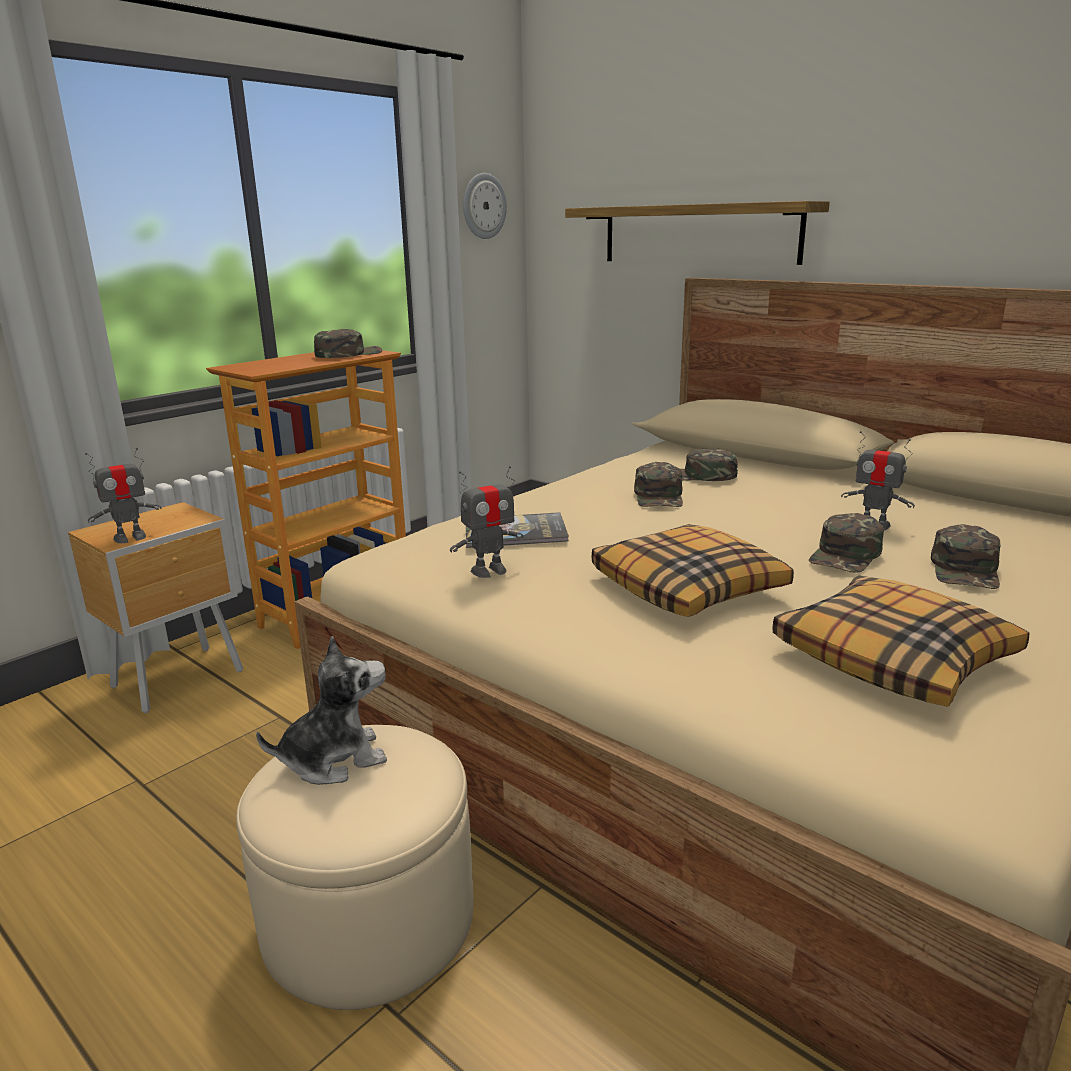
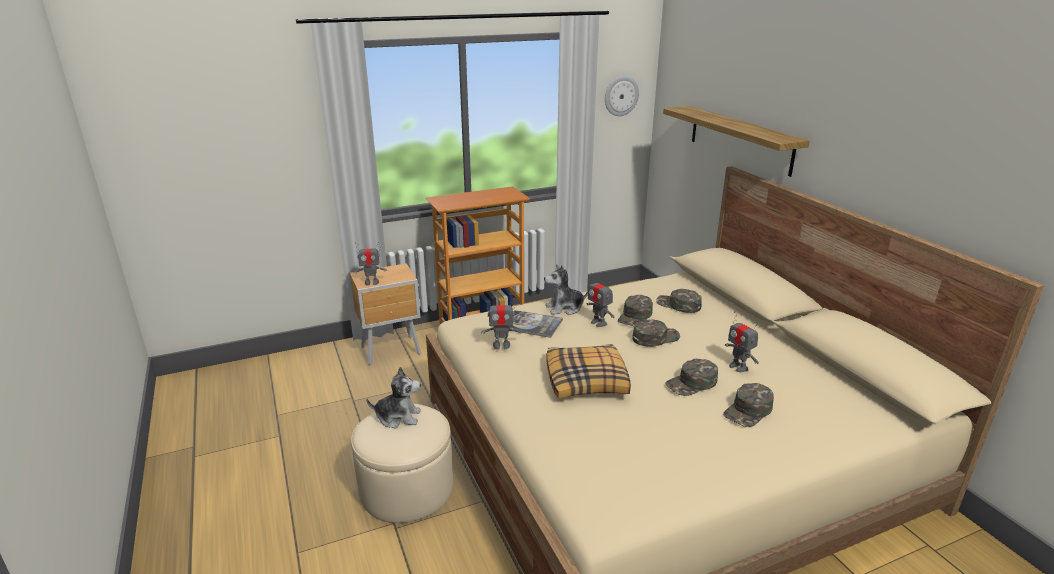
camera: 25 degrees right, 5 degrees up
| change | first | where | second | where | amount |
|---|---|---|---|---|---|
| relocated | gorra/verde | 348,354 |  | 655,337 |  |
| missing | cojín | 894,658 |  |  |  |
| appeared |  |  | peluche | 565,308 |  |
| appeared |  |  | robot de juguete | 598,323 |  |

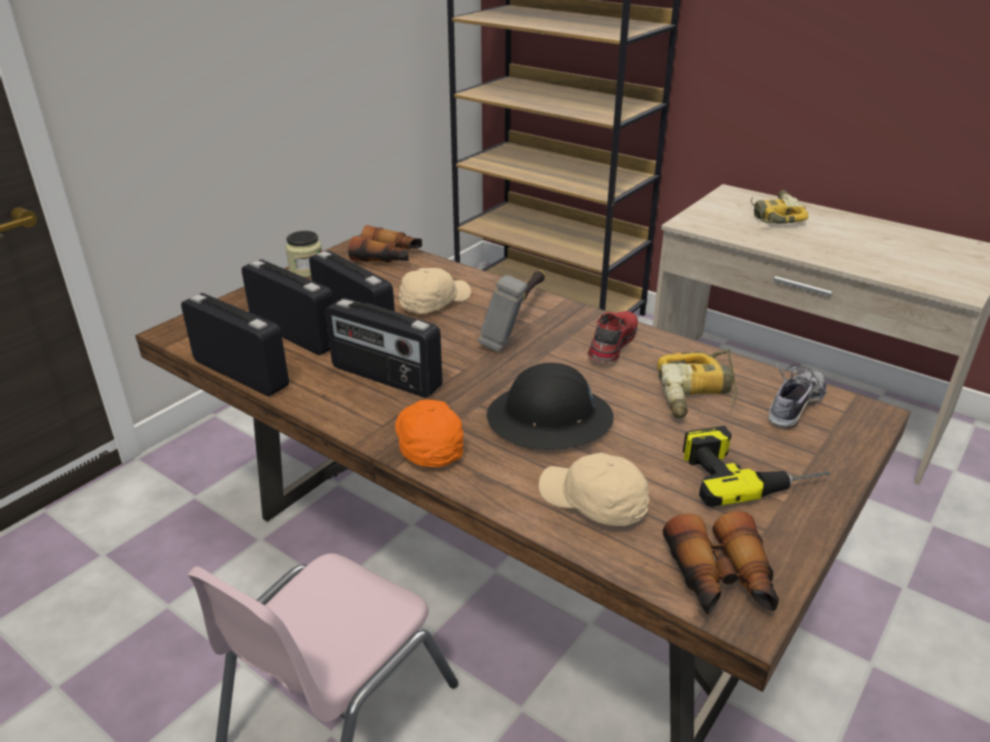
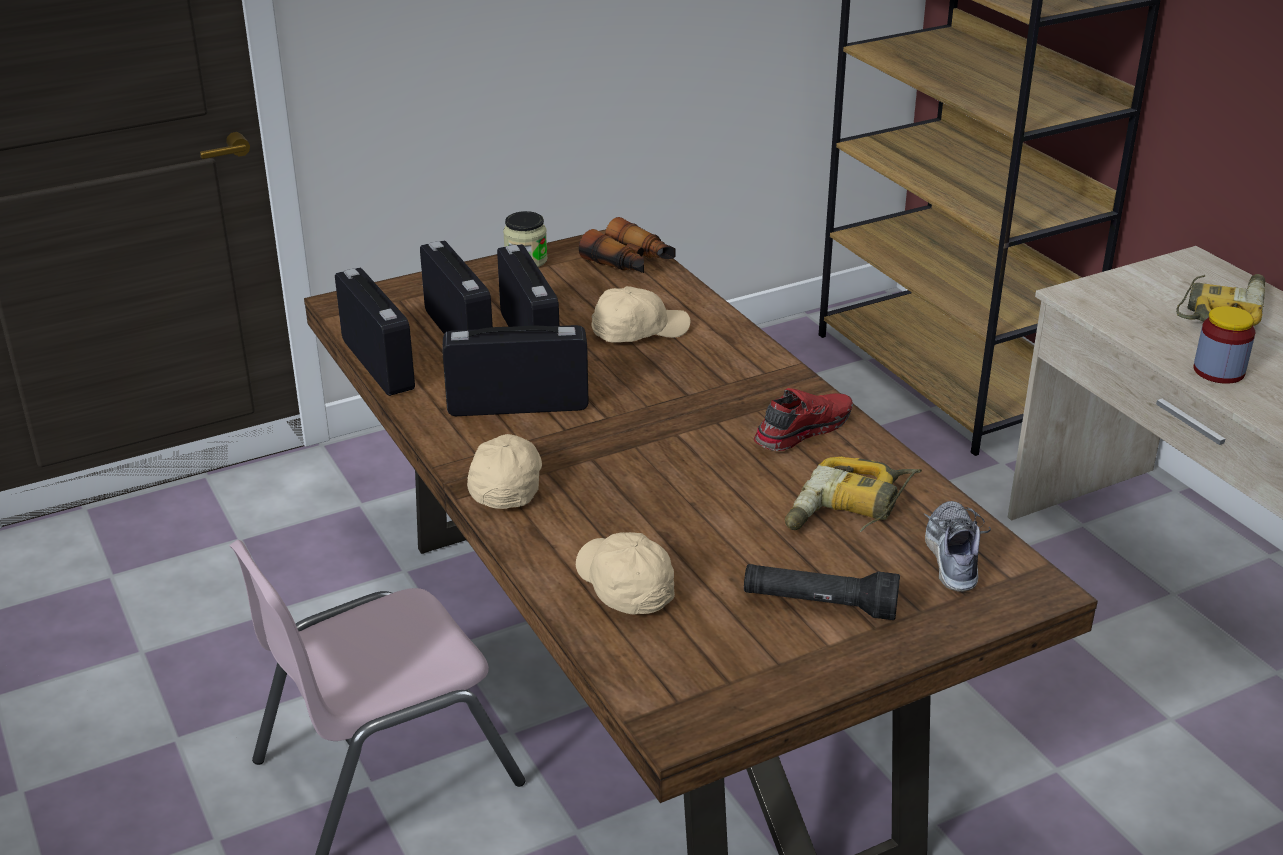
camera: 25 degrees right, 0 degrees up
| change | first | where | second | where | amount |
|---|---|---|---|---|---|
| missing | martillo | 517,322 |  |  |  |
| spun | radio | 385,377 |  | 518,405 | 120 degrees clockwise |
| missing | casco/negro | 549,420 |  |  |  |
| spun | zapato | 794,406 |  | 952,555 | 60 degrees counterclockwise |
| colour | gorra/naranja | 427,443 | gorra/beis | 507,484 |  |
| exchanged | taladro | 747,471 | linterna/negro | 819,605 |  |
| missing | prismáticos | 721,581 |  |  |  |
| appeared |  |  | tarro | 1218,371 |  |

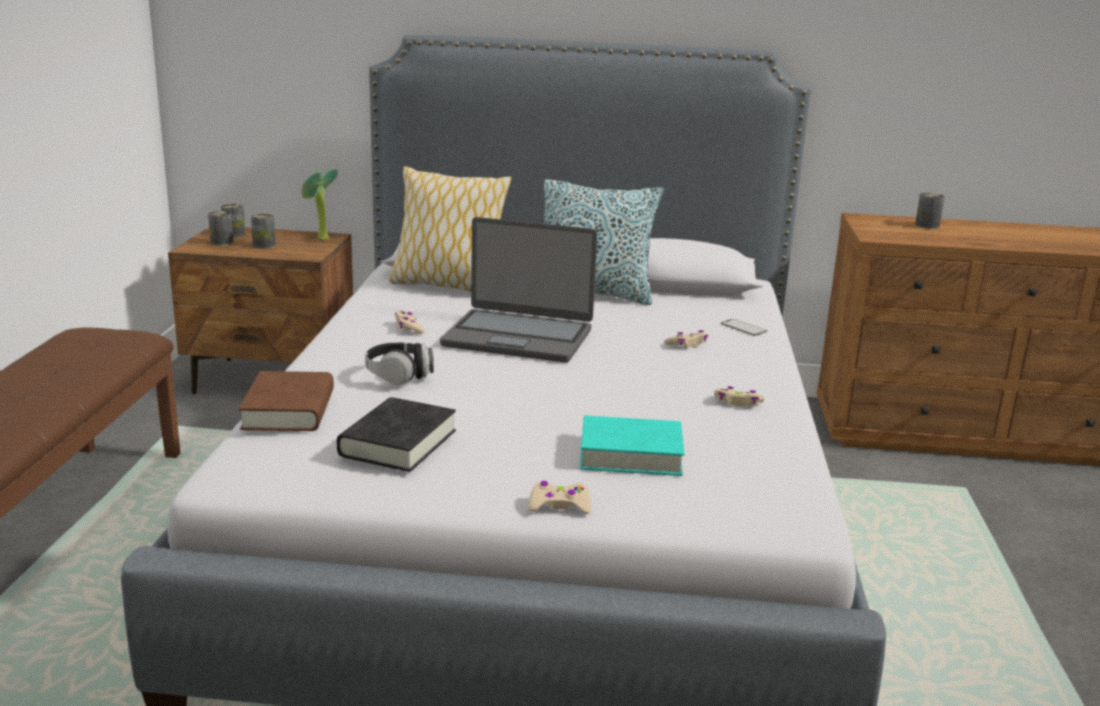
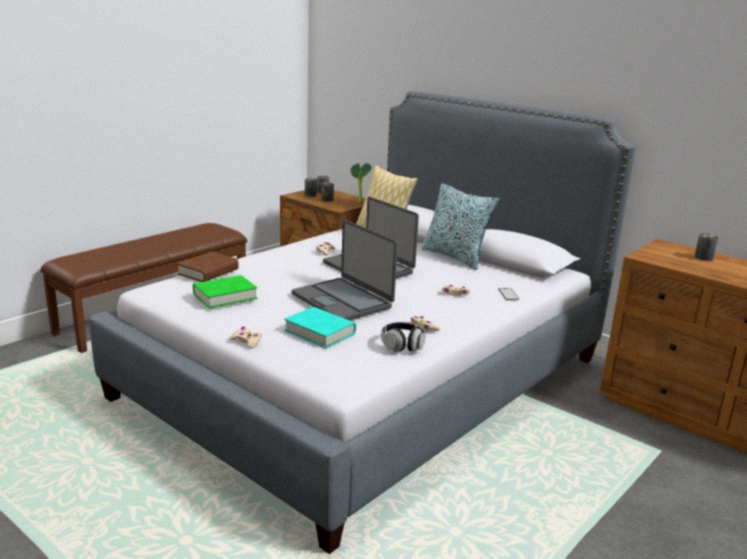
camera: 35 degrees right, 0 degrees up
| change | first | where | second | where | amount |
|---|---|---|---|---|---|
| relocated | auriculares | 399,375 |  | 402,345 |  |
| colour | libro/negro | 398,443 | libro/verde | 225,296 |  |
| appeared |  |  | portátil | 342,301 |  |

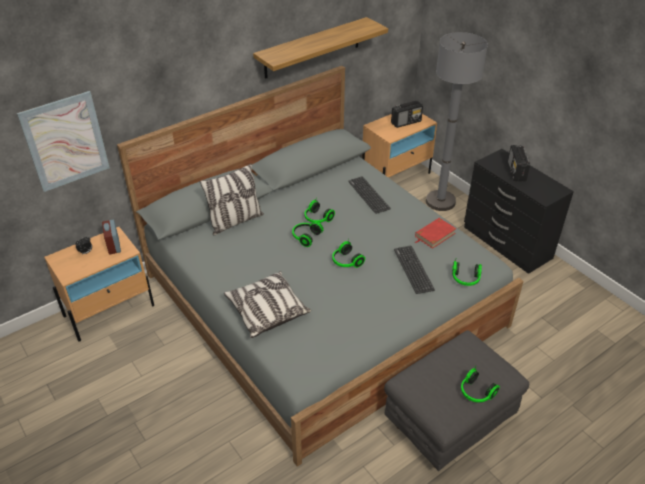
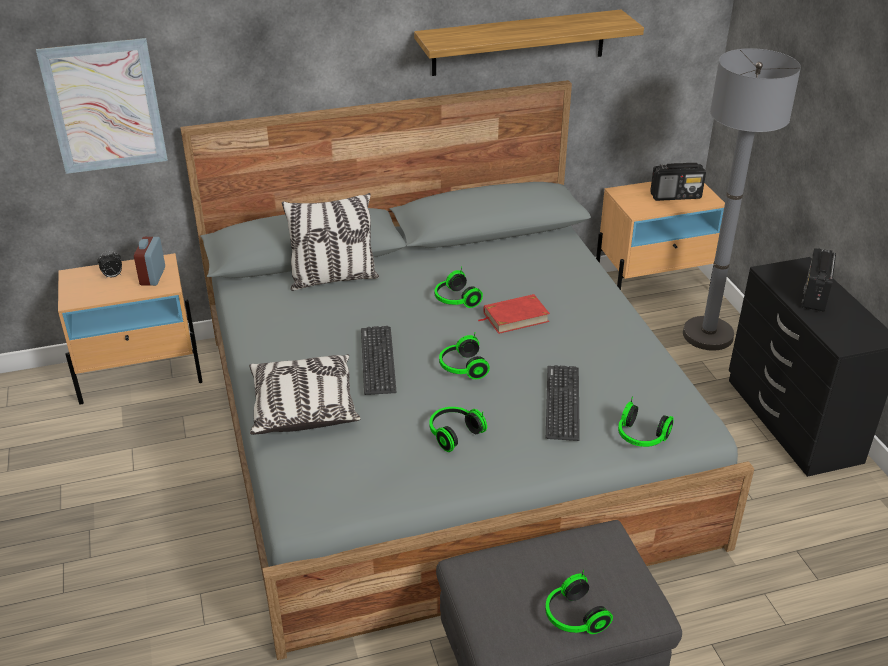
camera: 20 degrees right, 5 degrees down
| change | first | where | second | where | amount |
|---|---|---|---|---|---|
| relocated | teclado | 369,195 |  | 378,360 |  |
| relocated | libro/rojo | 434,235 |  | 515,317 |  |
| relocated | auriculares | 305,237 |  | 453,433 |  |

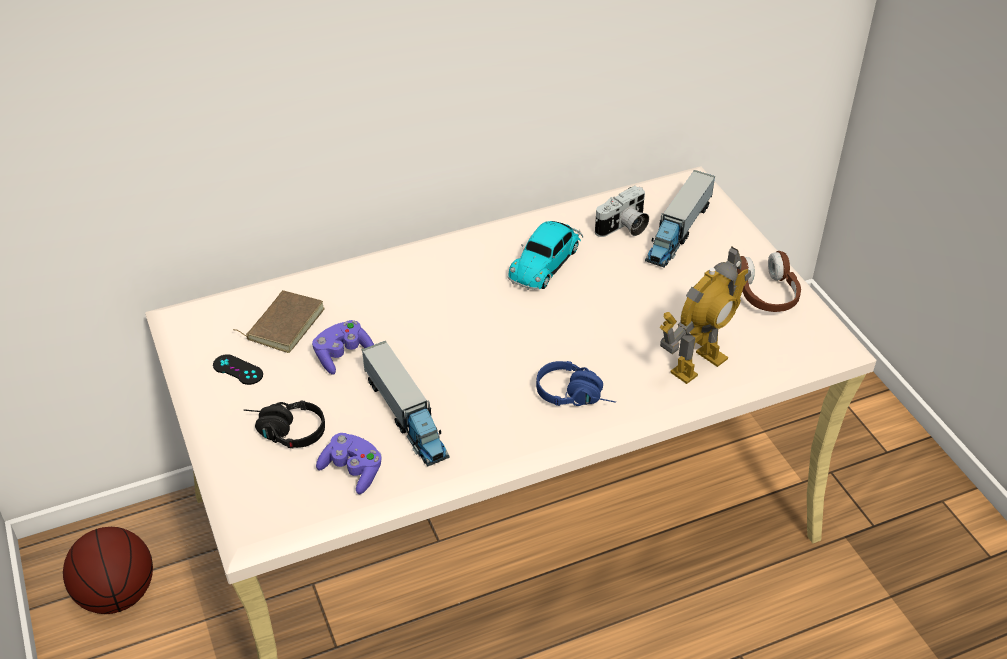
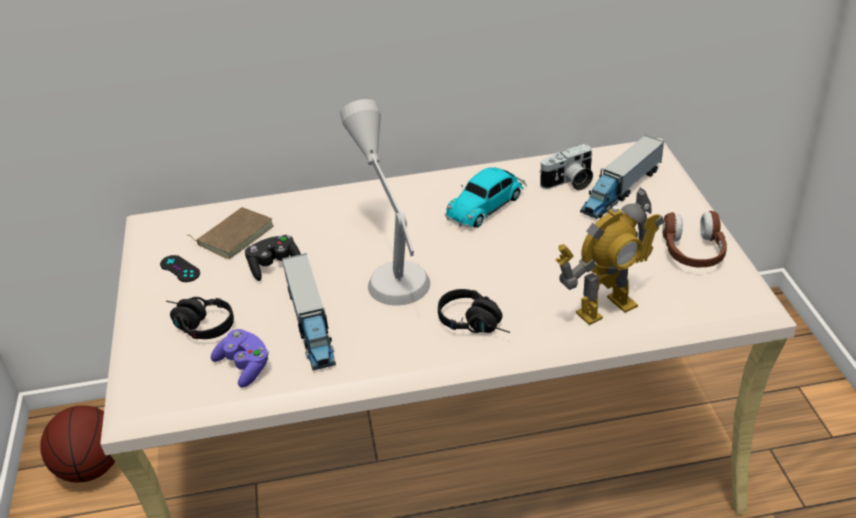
camera: 15 degrees right, 5 degrees down
| change | first | where | second | where | amount |
|---|---|---|---|---|---|
| colour | mando de consola/morado | 342,355 | mando de consola/negro | 274,266 |  |
| colour | auriculares/azul | 576,395 | auriculares/negro | 477,324 |  |
| appeared |  |  | lámpara de mesa/gris | 391,265 |  |

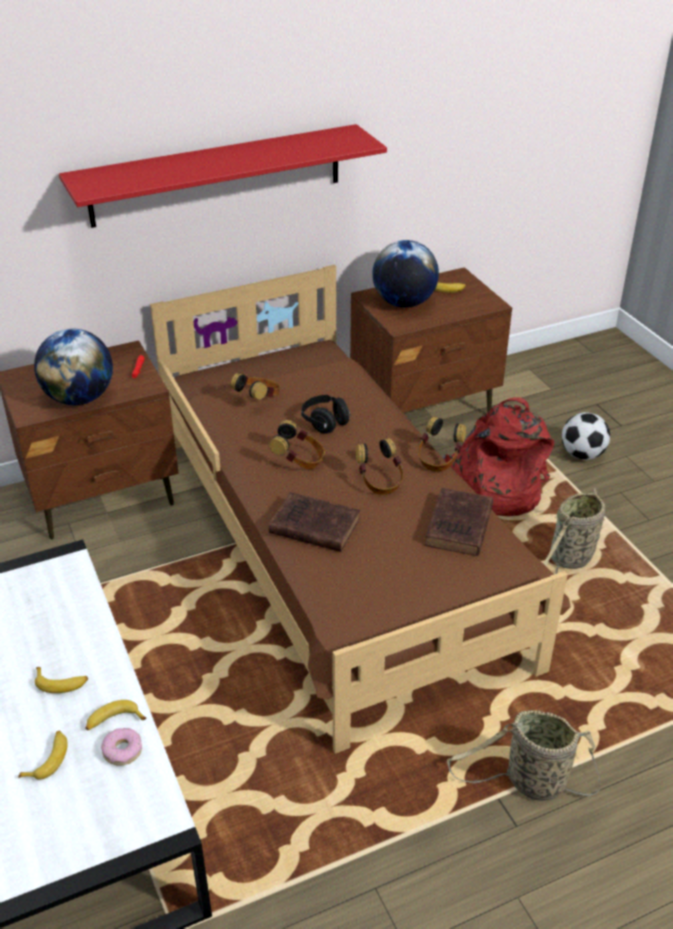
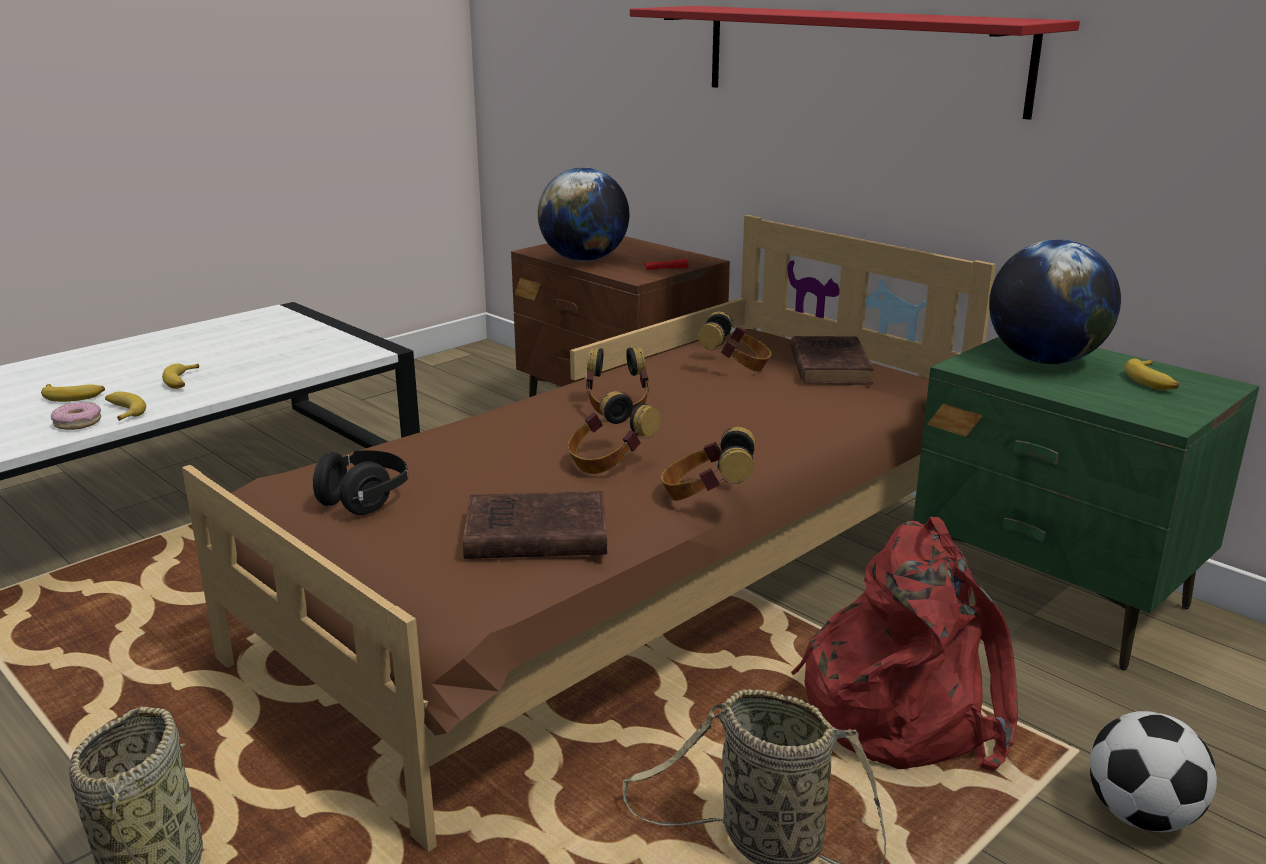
camera: 70 degrees right, 15 degrees down
| change | first | where | second | where | amount |
|---|---|---|---|---|---|
| colour | mesita de noche/marrón | 425,408 | mesita de noche/verde | 1053,597 |  |
| relocated | auriculares/negro | 325,422 |  | 364,500 |  |
| relocated | libro/marrón | 312,526 |  | 829,366 |  |

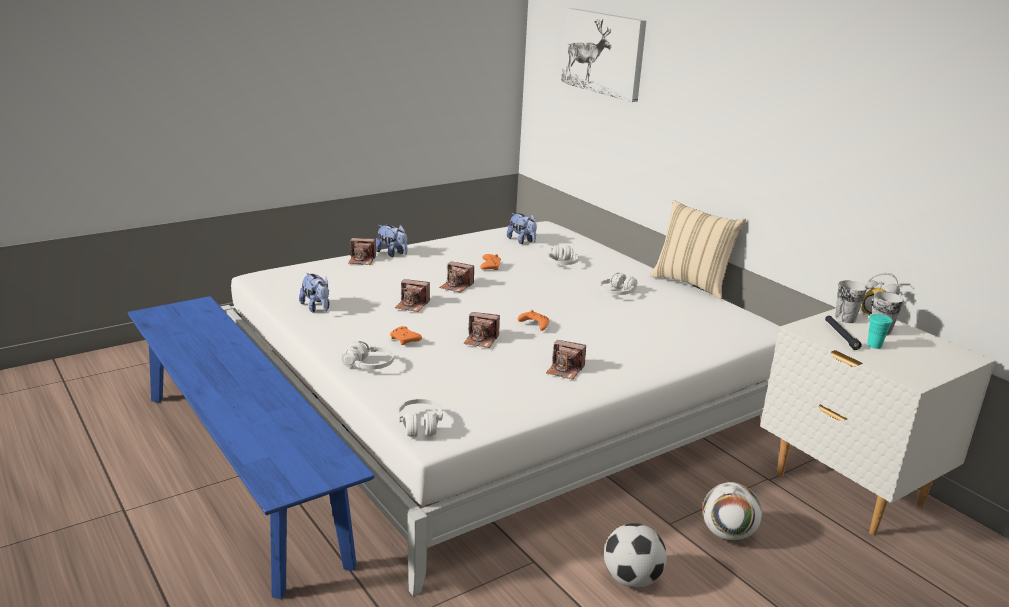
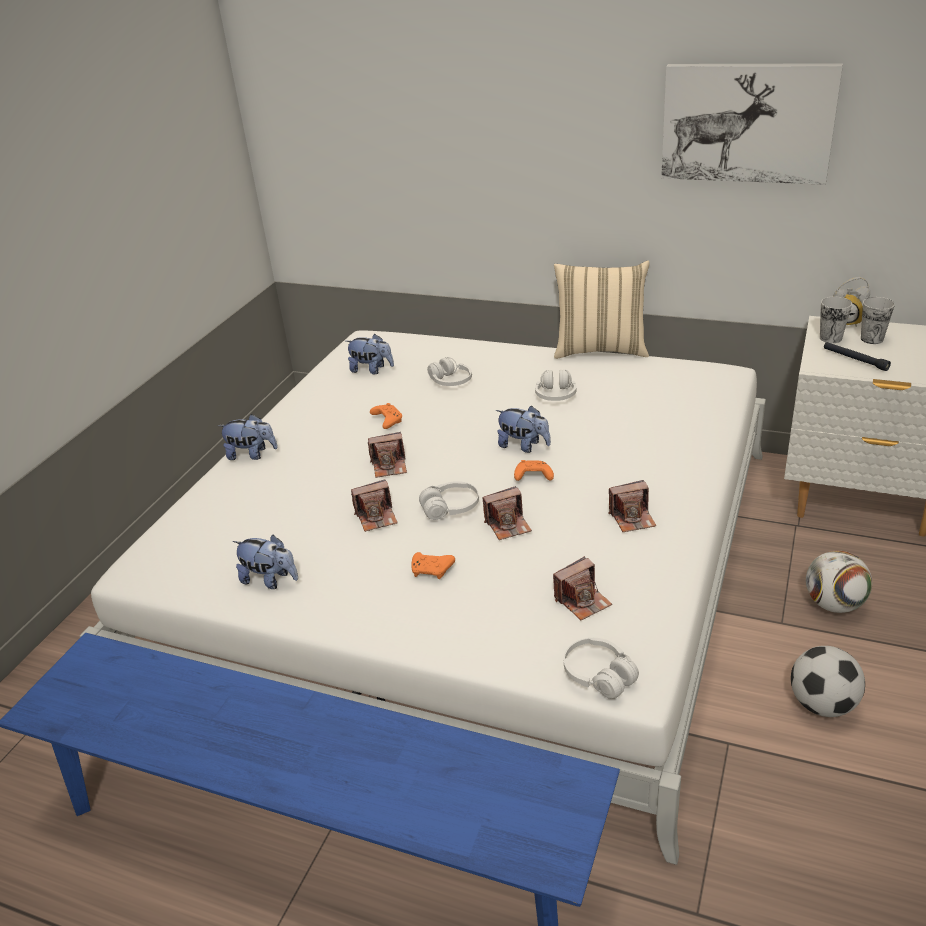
camera: 30 degrees left, 10 degrees up
| change | first | where | second | where | amount |
|---|---|---|---|---|---|
| relocated | cuadro | 604,53 |  | 747,122 |  |
| relocated | cámara | 362,260 |  | 582,601 |  |
| missing | taza/turquesa | 874,345 |  |  |  |
| relocated | auriculares/blanco | 368,366 |  | 450,508 |  |
| appeared |  |  | peluche | 523,446 |  |

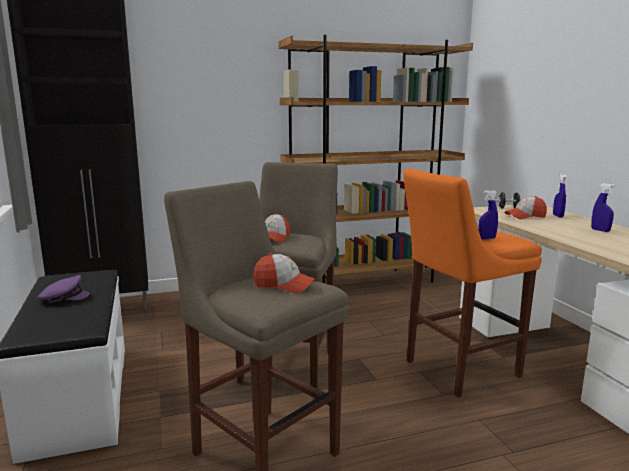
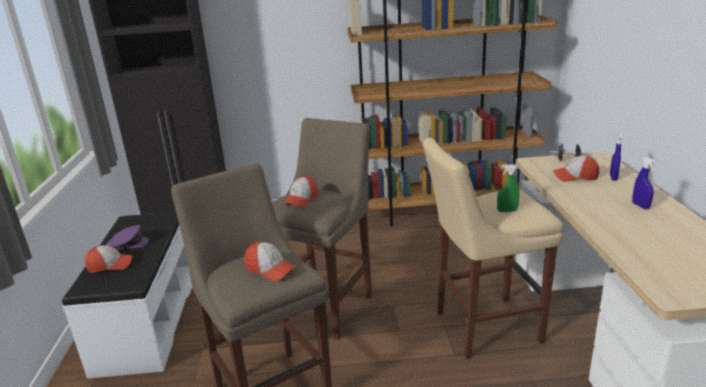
camera: 15 degrees right, 10 degrees up
| change | first | where | second | where | amount |
|---|---|---|---|---|---|
| colour | taburete/naranja | 457,369 | taburete/beis | 482,327 |  |
| colour | pulverizador/azul | 486,238 | pulverizador/verde | 507,211 |  |
| appeared |  |  | gorra | 110,265 |  |

